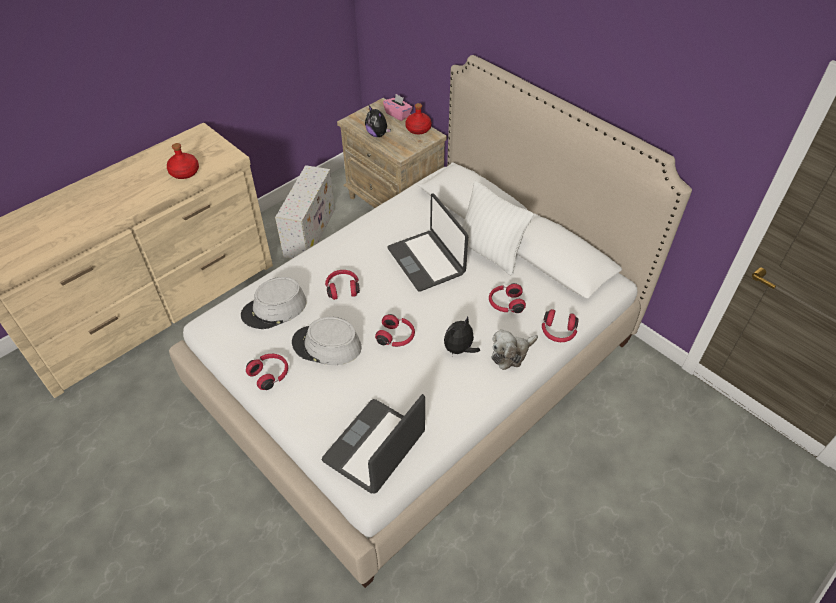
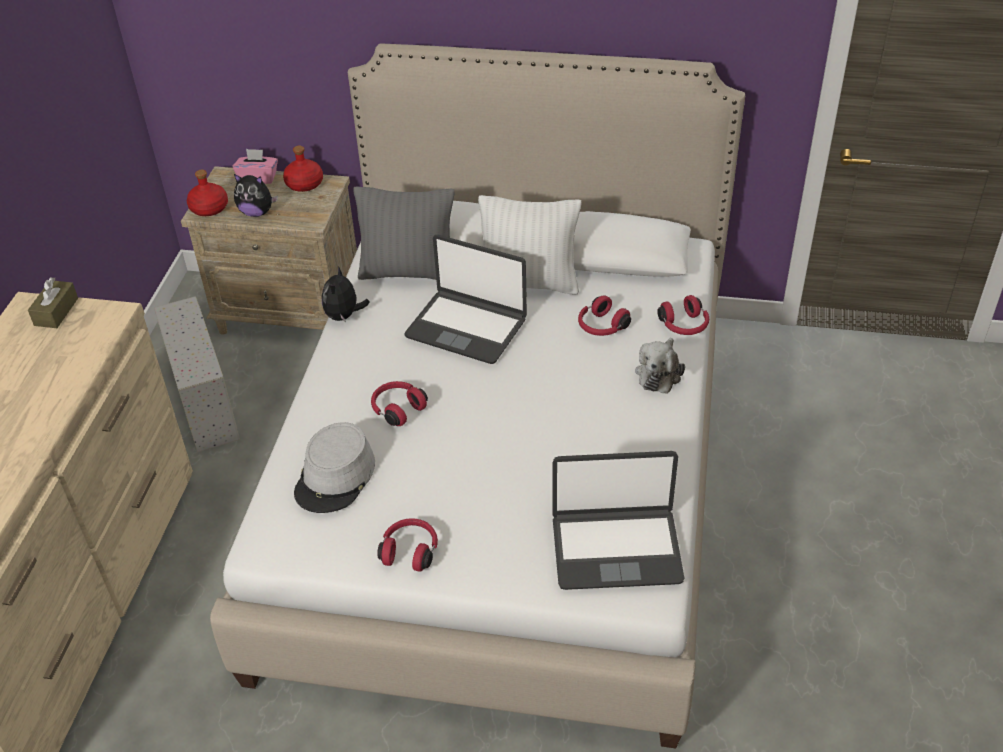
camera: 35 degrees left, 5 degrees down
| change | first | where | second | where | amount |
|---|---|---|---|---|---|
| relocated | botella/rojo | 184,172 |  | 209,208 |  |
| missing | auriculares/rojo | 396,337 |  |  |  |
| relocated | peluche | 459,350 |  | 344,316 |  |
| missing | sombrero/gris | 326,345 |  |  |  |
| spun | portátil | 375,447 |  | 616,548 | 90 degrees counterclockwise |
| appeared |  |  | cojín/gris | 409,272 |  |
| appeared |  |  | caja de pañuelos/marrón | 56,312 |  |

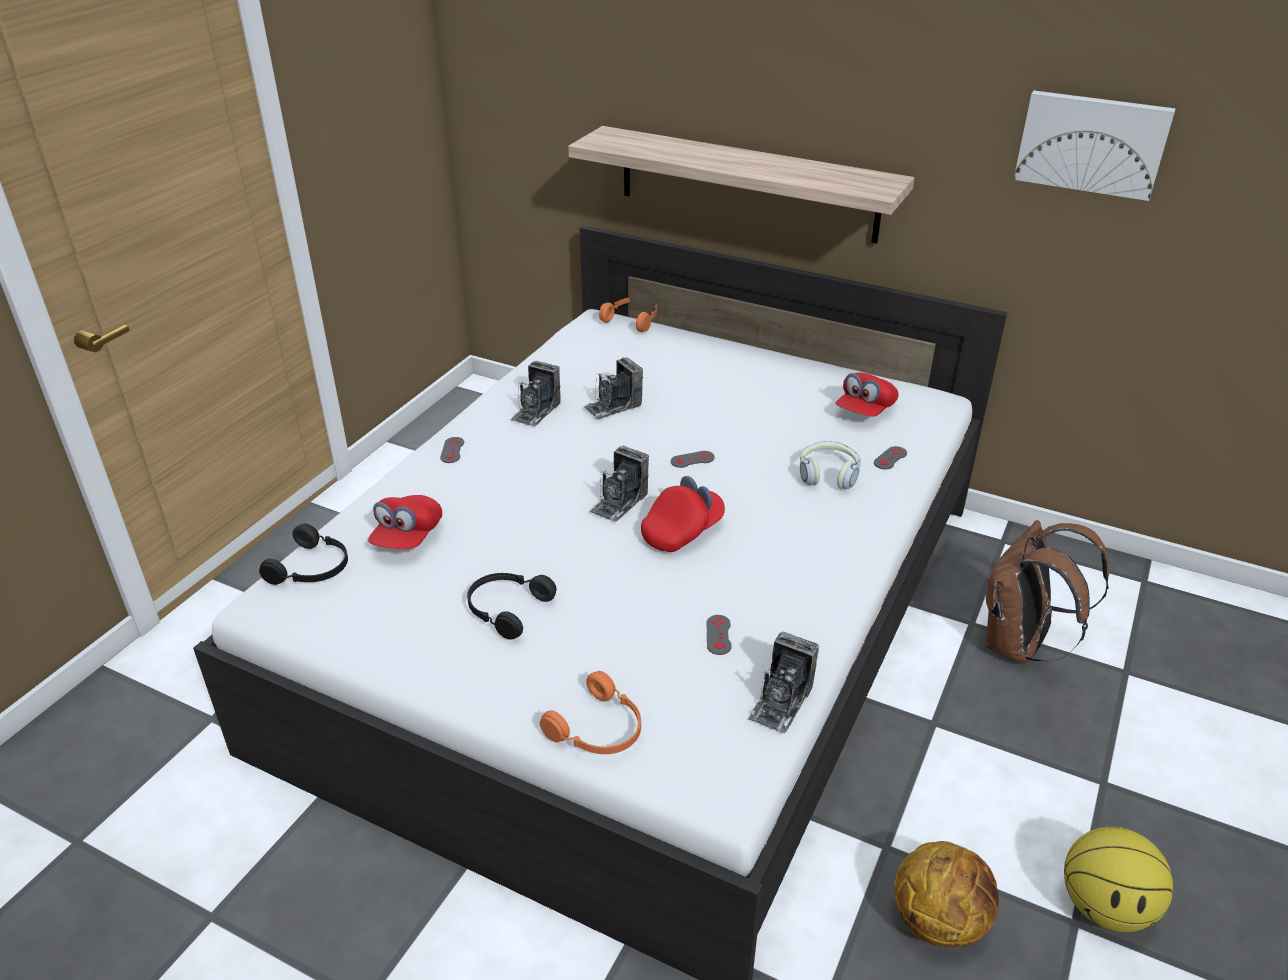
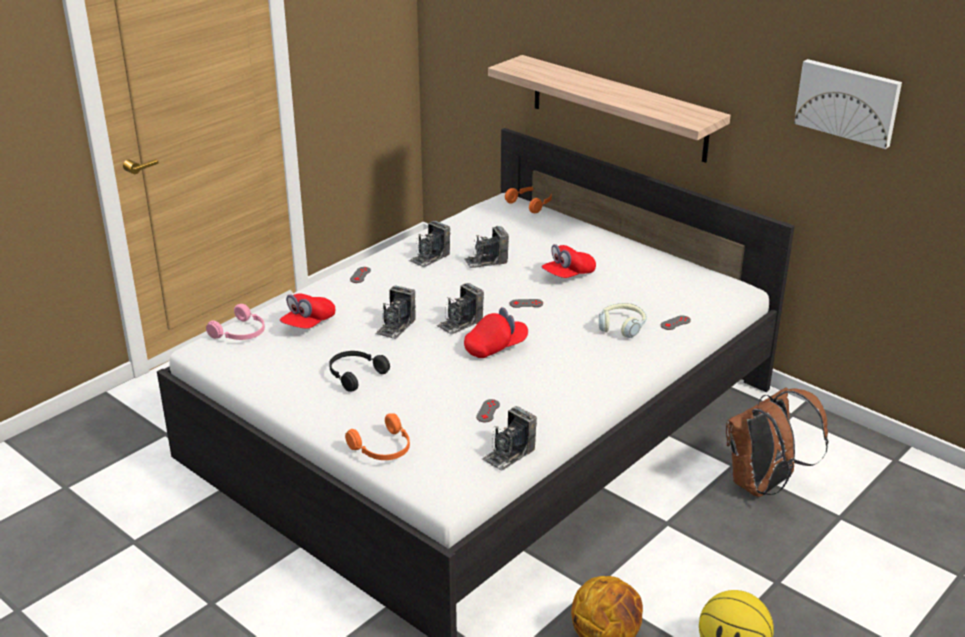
camera: 15 degrees right, 5 degrees down
| change | first | where | second | where | amount |
|---|---|---|---|---|---|
| relocated | gorra/rojo | 865,410 |  | 568,275 |  |
| colour | auriculares/negro | 312,568 | auriculares/rosa | 241,333 |  |
| appeared |  |  | cámara | 395,326 |  |

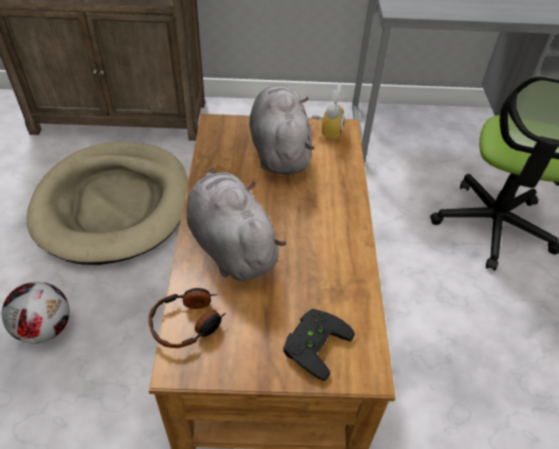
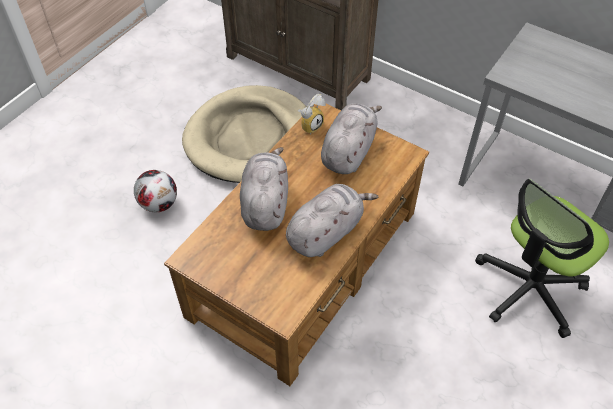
camera: 35 degrees right, 5 degrees up
| change | first | where | second | where | amount |
|---|---|---|---|---|---|
| relocated | despertador | 326,131 |  | 310,125 |  |
| missing | auriculares | 187,323 |  |  |  |
| missing | mando de consola/negro | 313,342 |  |  |  |
| appeared |  |  | peluche/gris | 326,232 |  |

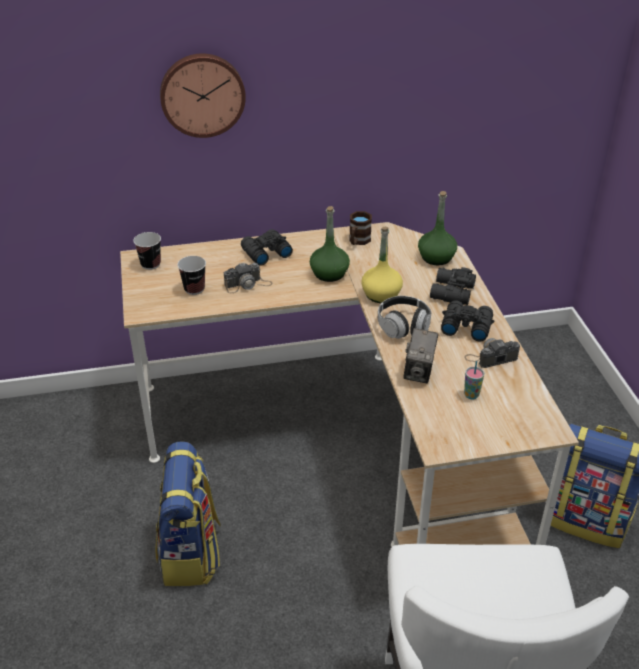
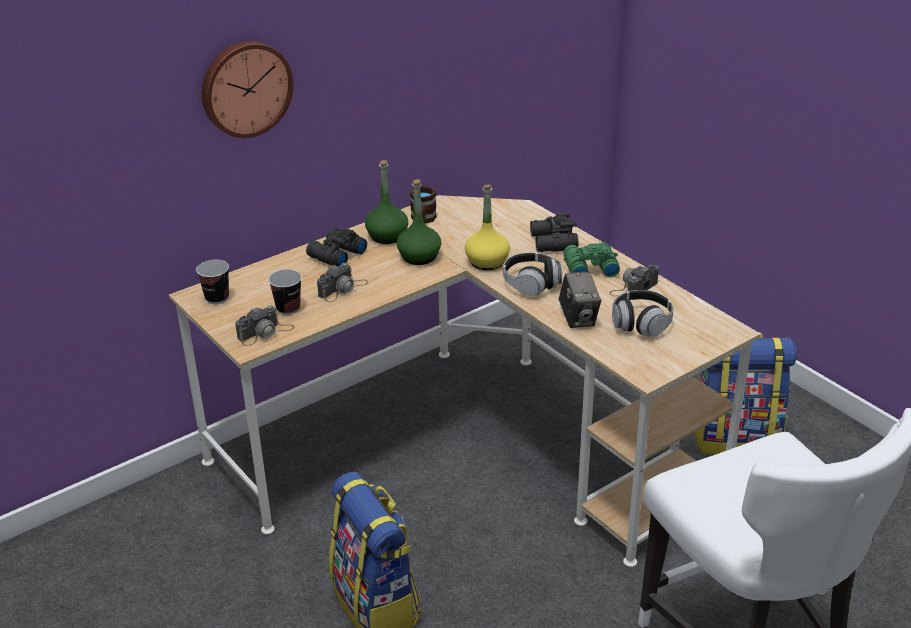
camera: 25 degrees left, 5 degrees down
| change | first | where | second | where | amount |
|---|---|---|---|---|---|
| relocated | botella/verde | 436,257 |  | 387,236 |  |
| colour | prismáticos/negro | 465,326 | prismáticos/verde | 589,268 |  |
| exchanged | taza | 471,395 | auriculares | 641,323 |  |
| appeared |  |  | cámara | 265,333 |  |

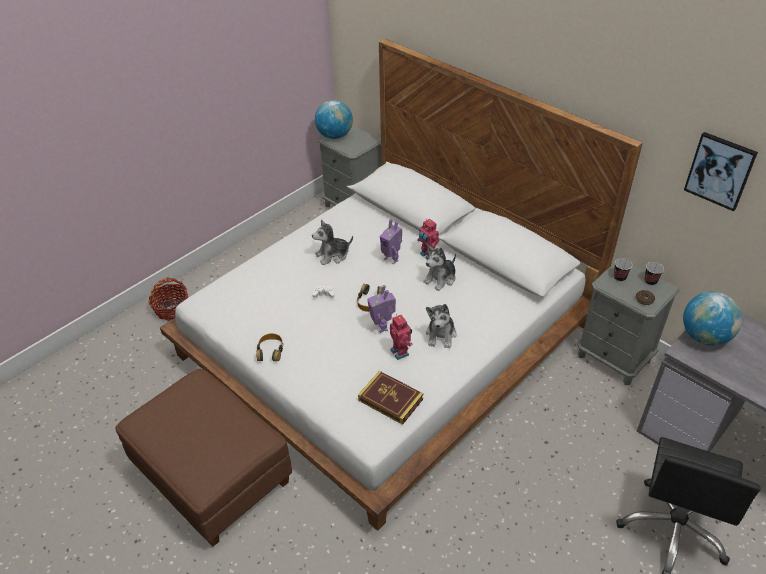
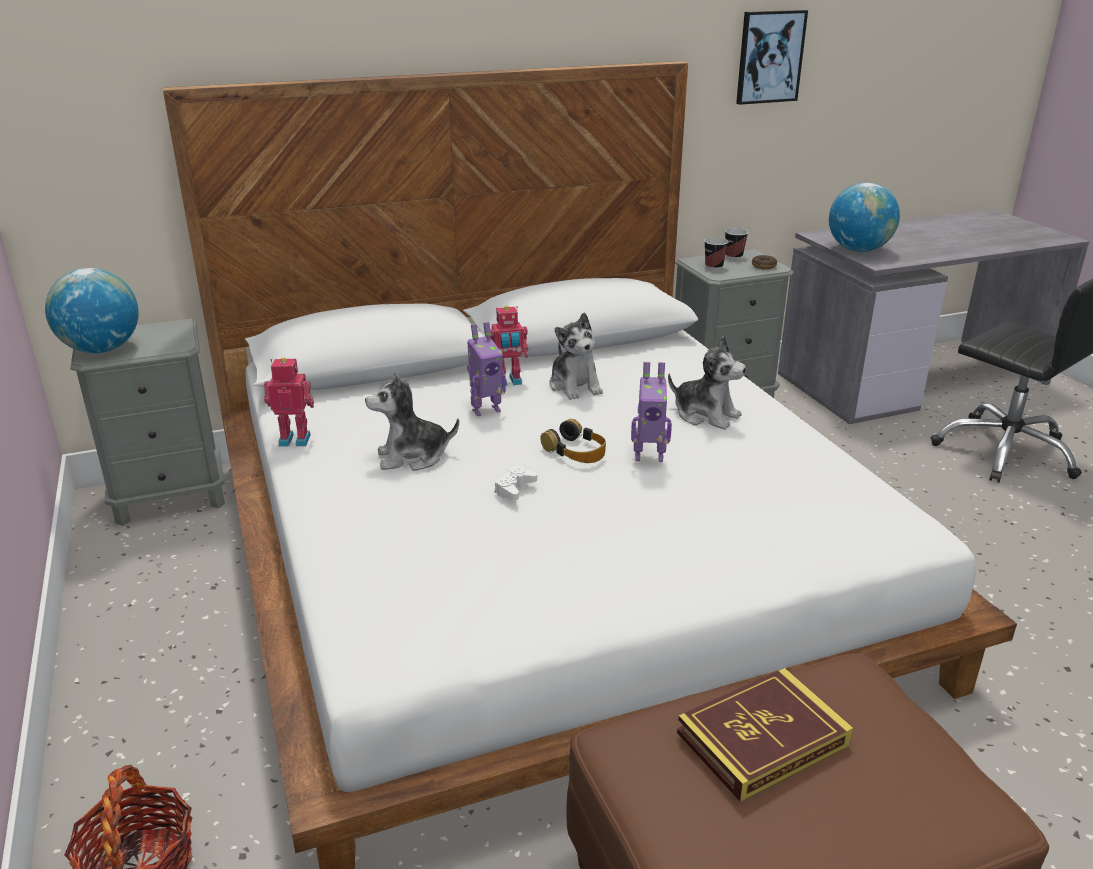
camera: 65 degrees left, 15 degrees down
| change | first | where | second | where | amount |
|---|---|---|---|---|---|
| spun | peluche | 333,255 |  | 412,457 | 75 degrees clockwise |
| relocated | robot de juguete | 401,352 |  | 295,439 |  |
| missing | auriculares | 270,351 |  |  |  |
| relocated | libro | 390,399 |  | 762,739 |  |

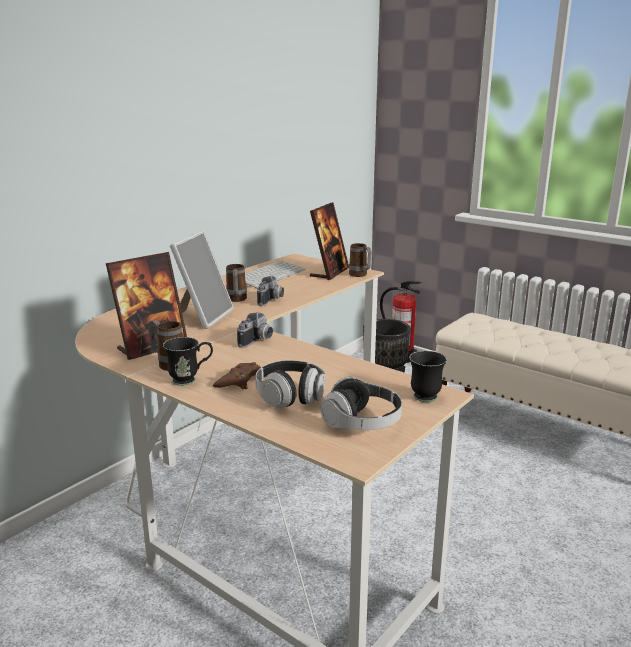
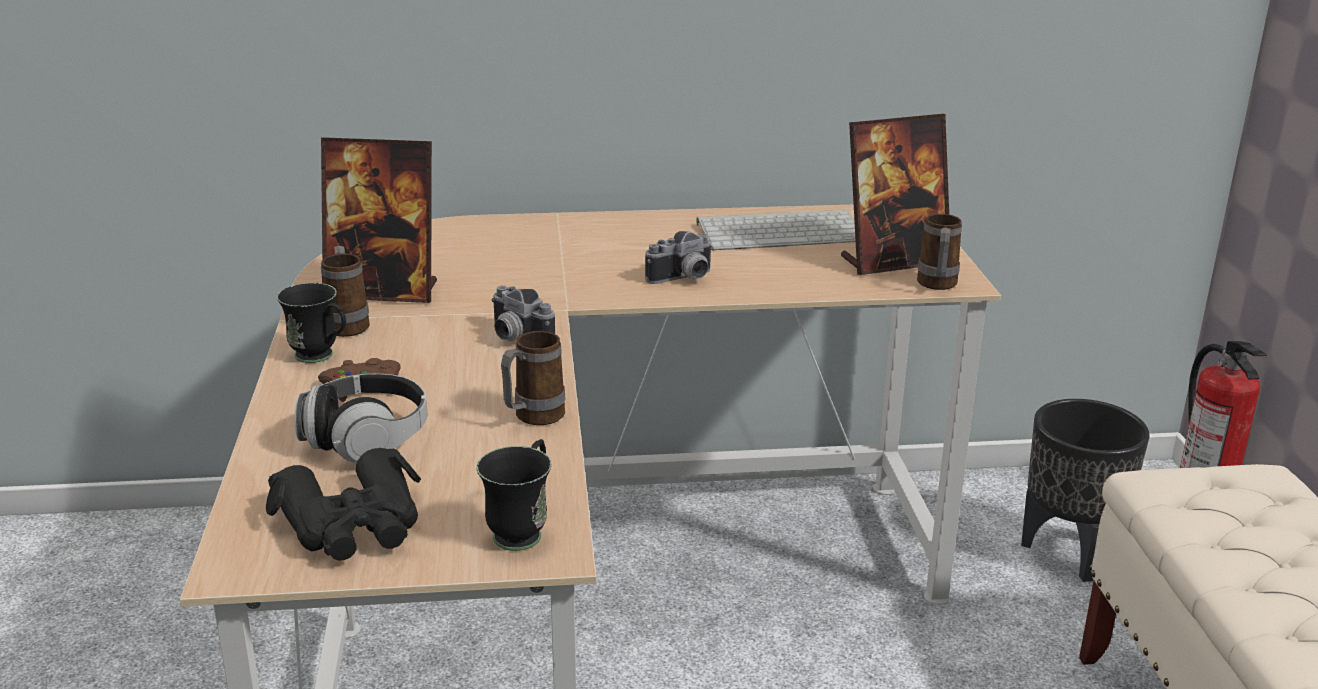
camera: 45 degrees right, 5 degrees up
| change | first | where | second | where | amount |
|---|---|---|---|---|---|
| missing | portarretratos | 202,317 |  |  |  |
| relocated | taza grande | 236,300 |  | 532,418 |  |
| spun | cámara | 257,341 |  | 515,338 | 60 degrees clockwise |
| exchanged | auriculares | 362,423 | prismáticos/negro | 353,524 |  |

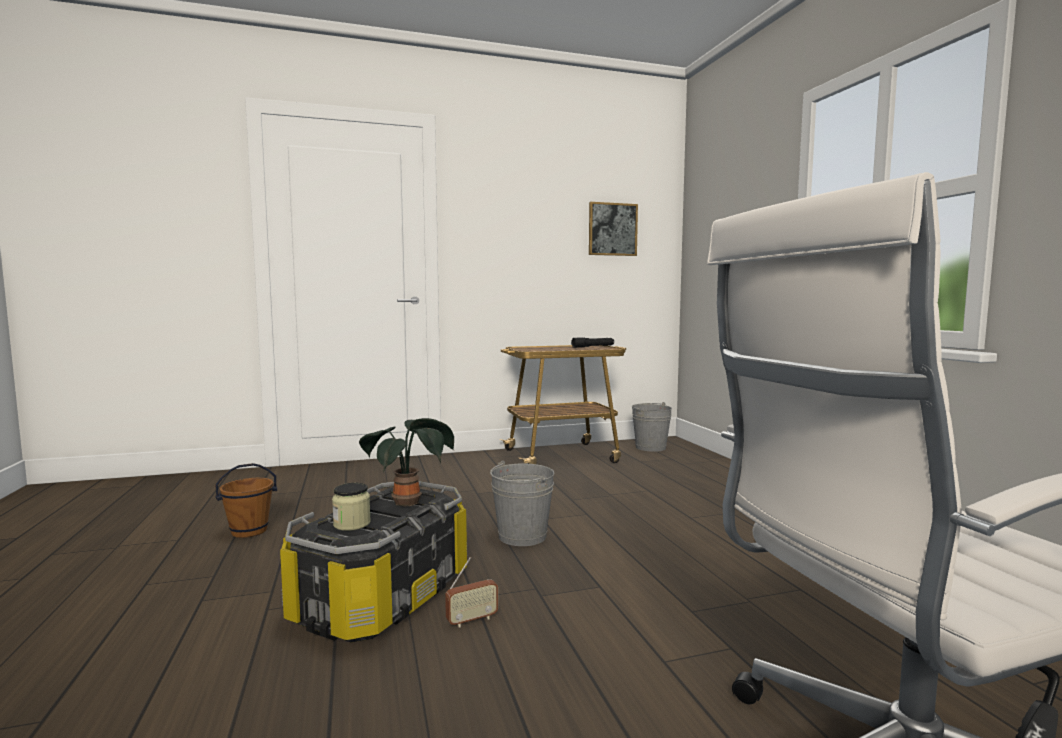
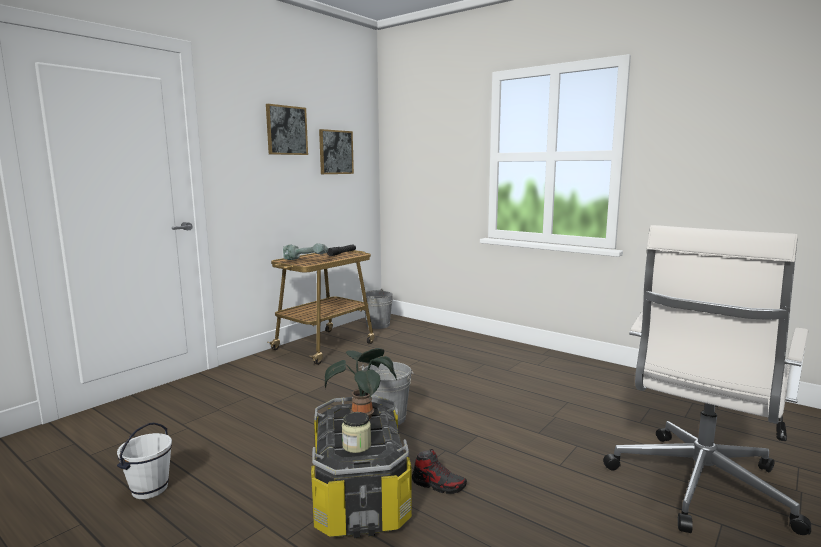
camera: 35 degrees left, 5 degrees up
| change | first | where | second | where | amount |
|---|---|---|---|---|---|
| colour | cubo/marrón | 249,531 | cubo/blanco | 150,489 |  |
| exchanged | radio | 472,620 | zapato | 438,485 |  |
| appeared |  |  | cuadro | 286,130 |  |
| appeared |  |  | taladro | 307,260 |  |

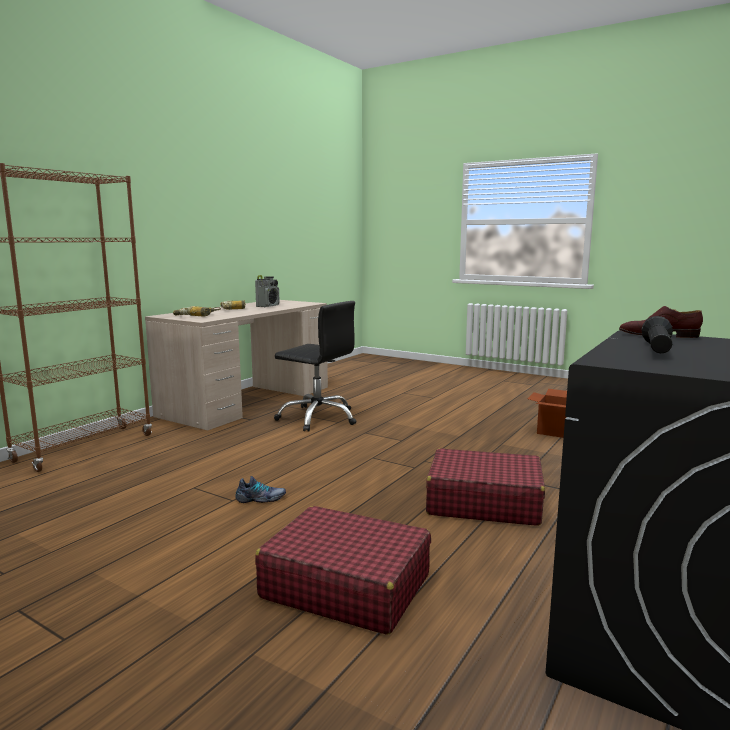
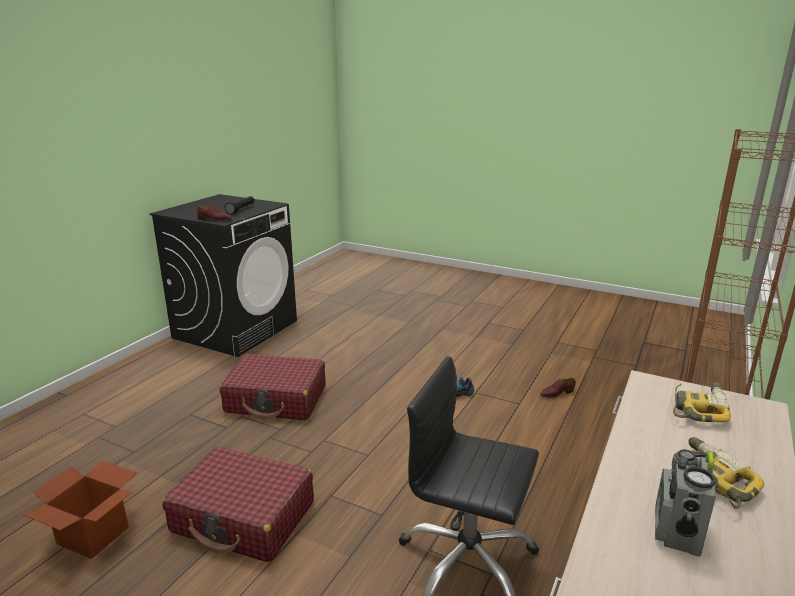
camera: 175 degrees right, 10 degrees up
| change | first | where | second | where | amount |
|---|---|---|---|---|---|
| relocated | maleta/rojo | 345,586 |  | 244,517 |  |
| appeared |  |  | zapato/marrón | 556,393 |  |

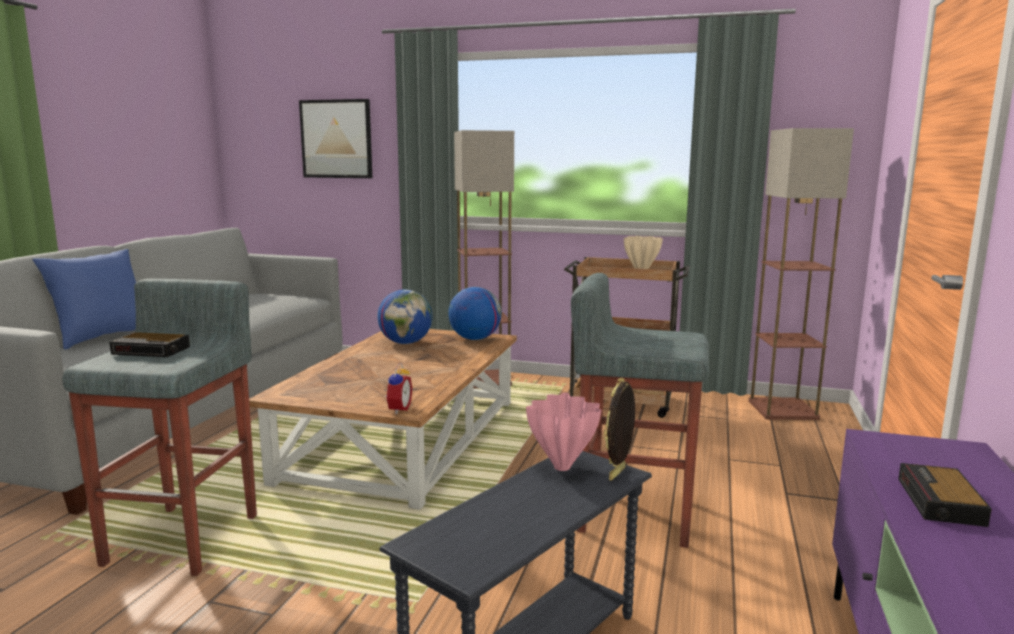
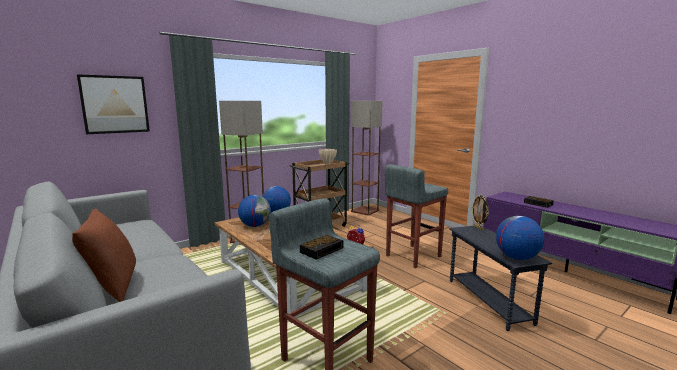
camera: 55 degrees left, 0 degrees up
| change | first | where | second | where | amount |
|---|---|---|---|---|---|
| colour | cojín/azul | 102,337 | cojín/marrón | 112,287 |  |
| missing | florero/rosa | 562,468 |  |  |  |
| appeared |  |  | globo terráqueo | 516,257 |  |

